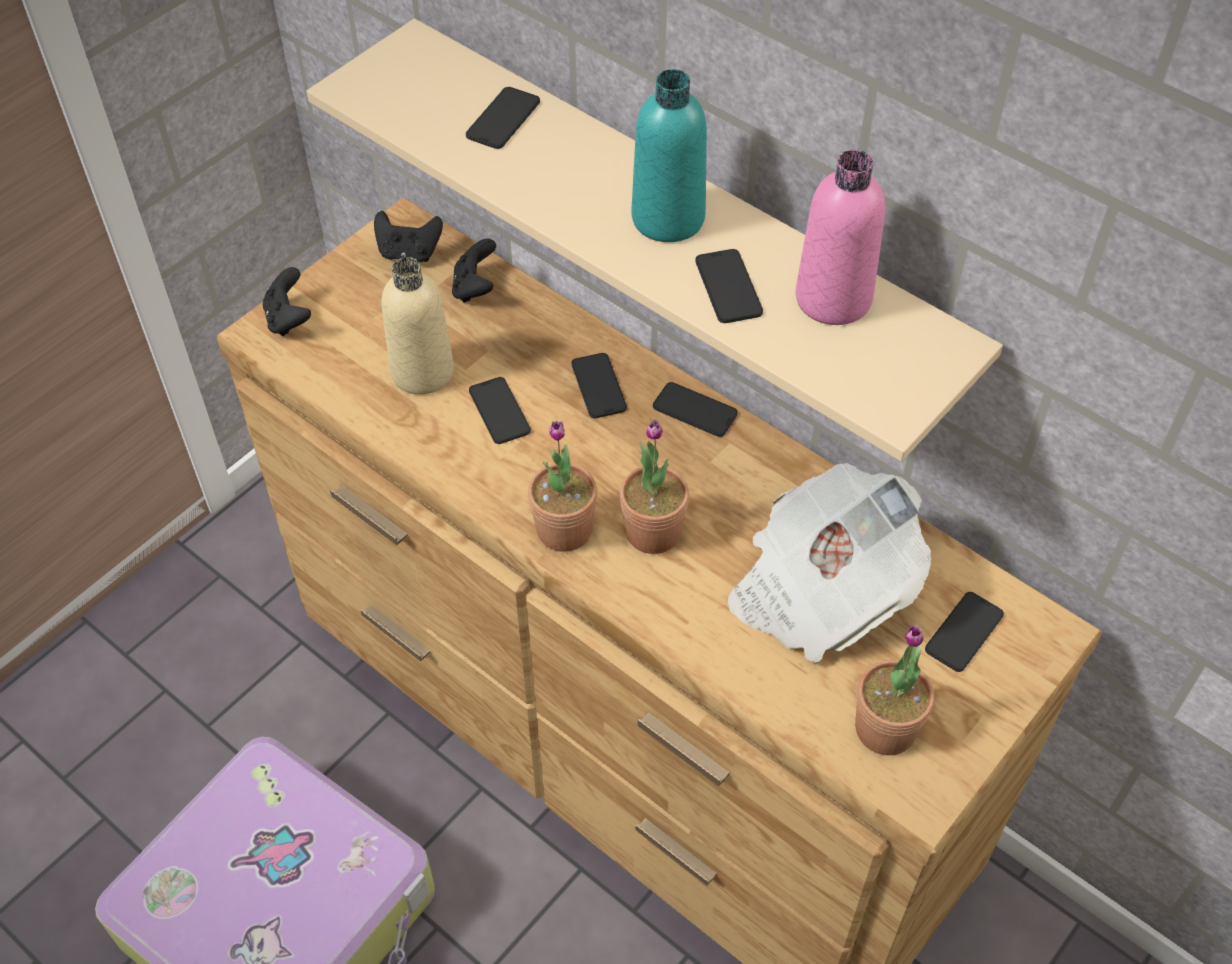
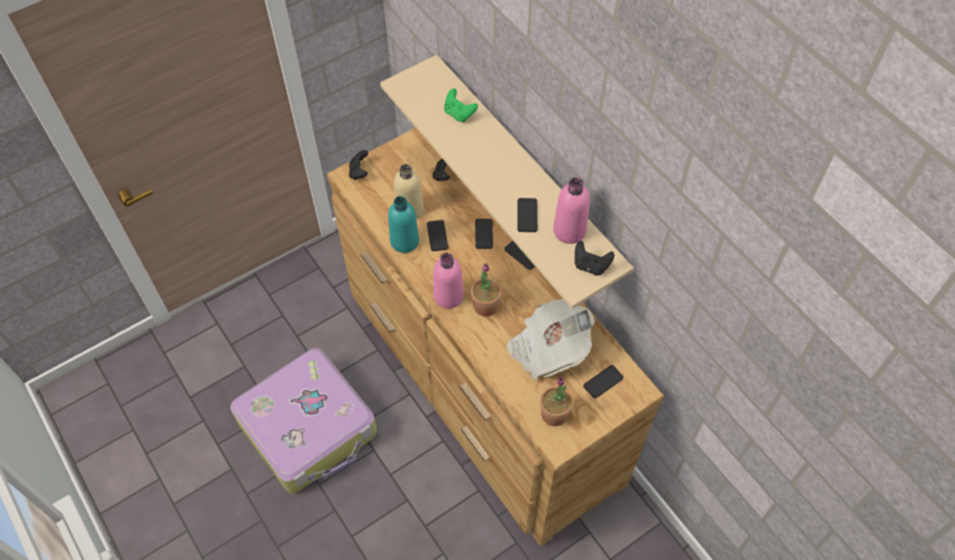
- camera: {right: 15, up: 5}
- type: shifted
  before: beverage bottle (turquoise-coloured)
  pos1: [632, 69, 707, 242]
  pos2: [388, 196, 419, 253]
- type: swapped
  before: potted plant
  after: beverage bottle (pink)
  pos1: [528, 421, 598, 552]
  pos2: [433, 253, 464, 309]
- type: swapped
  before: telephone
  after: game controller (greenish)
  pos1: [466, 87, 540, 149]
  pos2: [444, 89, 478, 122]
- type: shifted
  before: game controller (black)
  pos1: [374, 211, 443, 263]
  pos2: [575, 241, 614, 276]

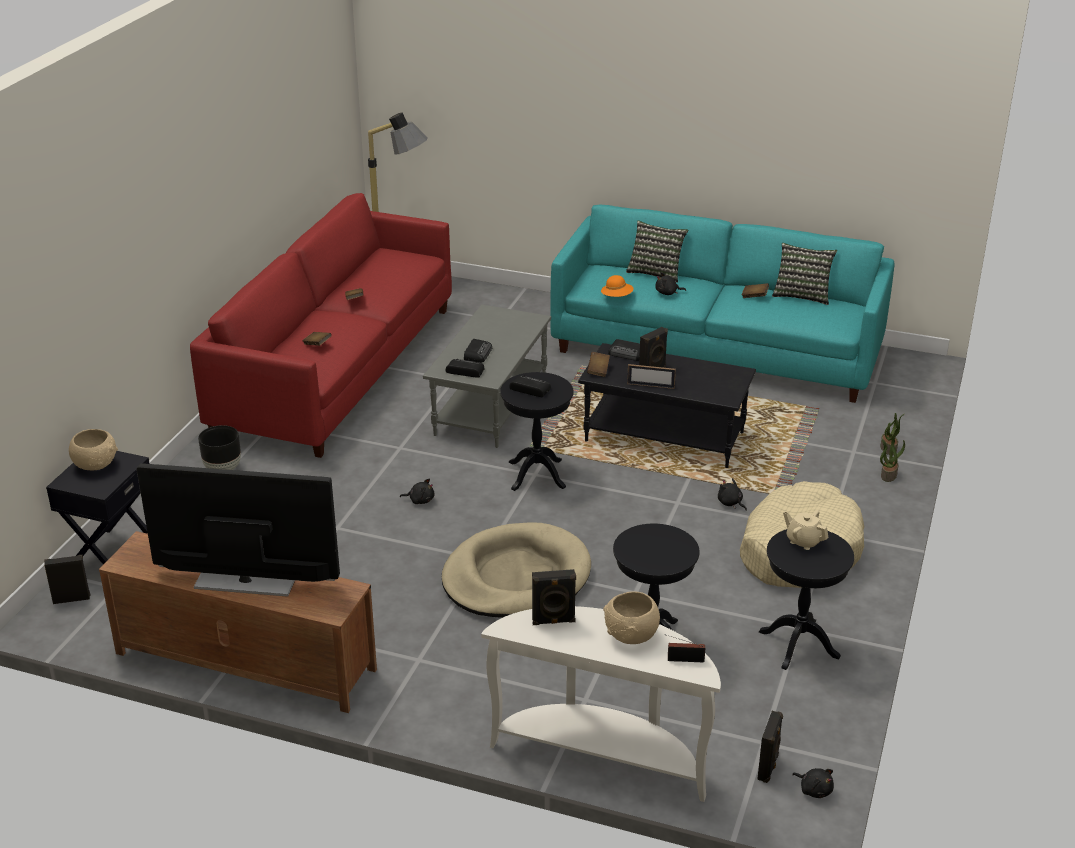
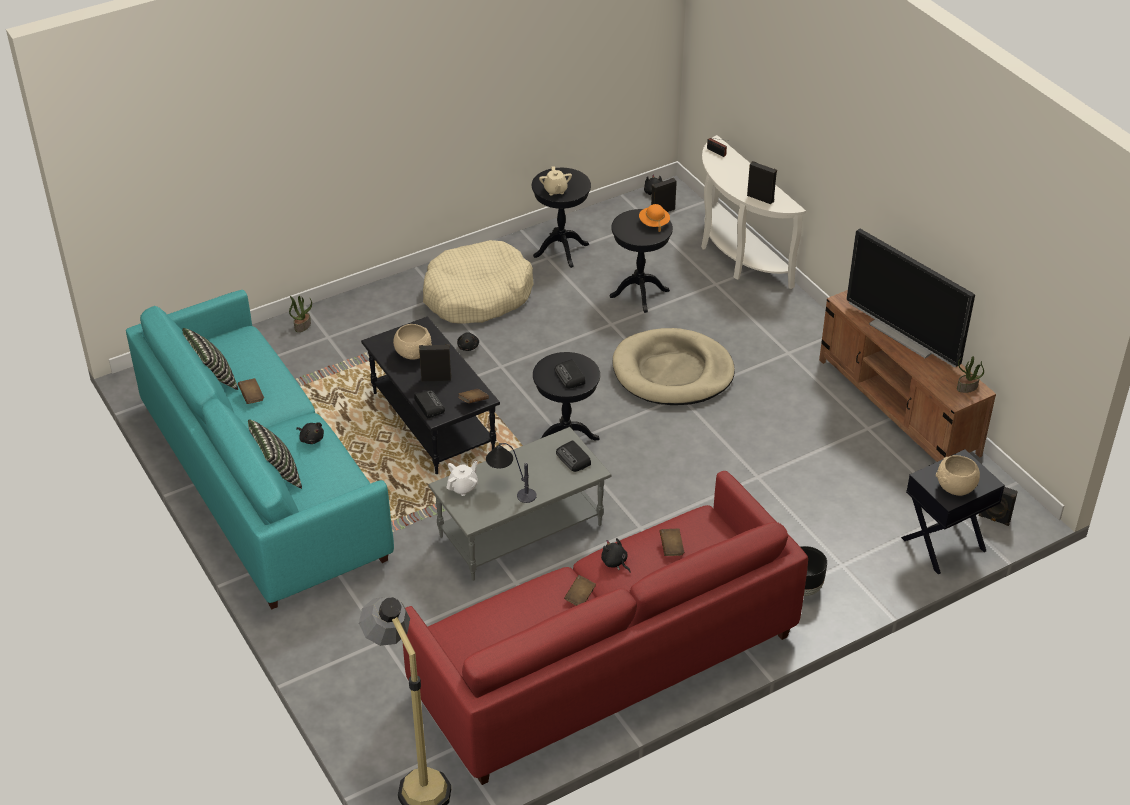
- camera: {right: -140, up: 10}
- type: shifted
  before: serving bowl (beige)
  pos1: [603, 591, 660, 644]
  pos2: [393, 324, 432, 360]
- type: new
  after: tea pot (whitish)
  pos2: [447, 461, 478, 496]
- type: new
  after: tabletop lamp
  pos2: [486, 443, 537, 503]
- type: shifted
  before: soft toy (black)
  pos1: [400, 479, 435, 504]
  pos2: [601, 538, 631, 573]
- type: shifted
  before: clothing hat (orange)
  pos1: [601, 275, 633, 297]
  pos2: [639, 204, 670, 232]
- type: shifted
  before: potted plant
  pos1: [880, 438, 905, 482]
  pos2: [957, 356, 984, 393]
- type: gone
  before: radio receiver
  pos1: [464, 339, 492, 363]
- type: gone
  before: standing frame
  pos1: [627, 364, 676, 389]

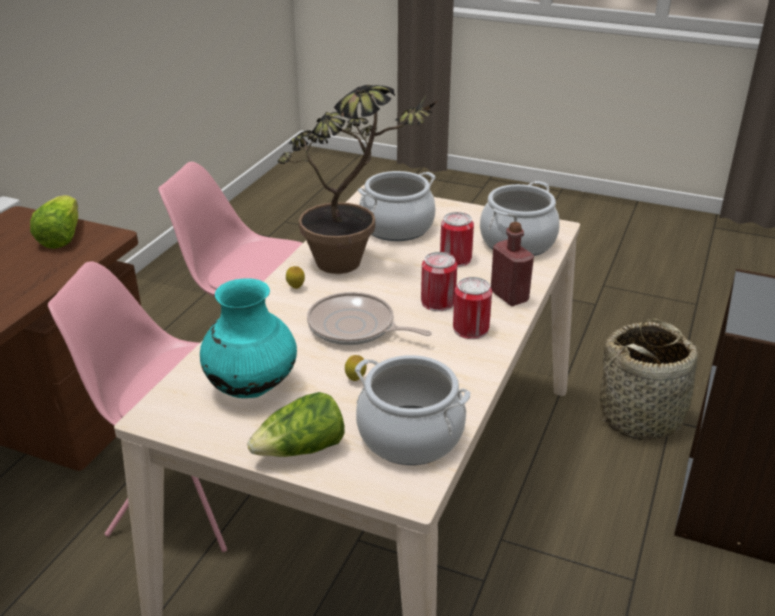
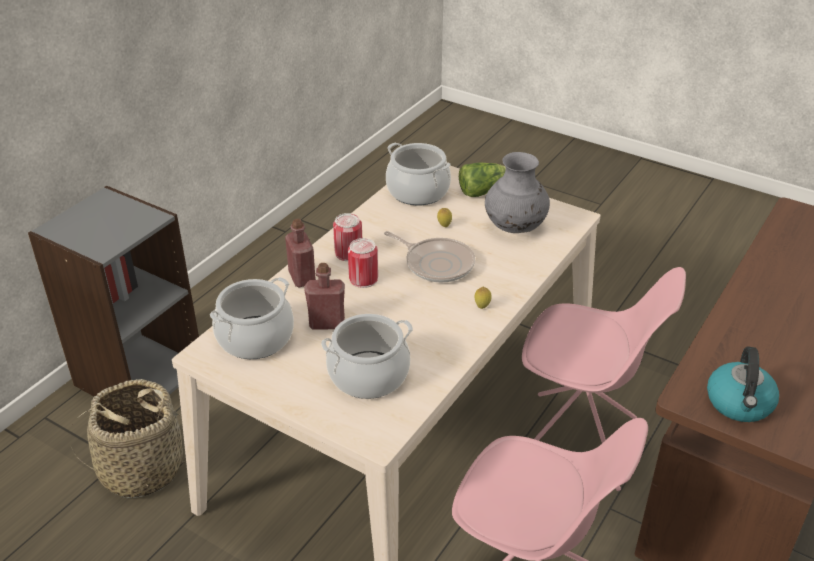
- camera: {right: -170, up: 5}
- type: swapped
  before: can
  after: beverage bottle (red-coloured)
  pos1: [440, 212, 474, 267]
  pos2: [304, 263, 345, 330]
- type: repainted
  before: flower vase (turquoise-coloured)
  after: flower vase (gray)
  pos1: [200, 279, 297, 398]
  pos2: [485, 152, 550, 233]
- type: swapped
  before: lettuce head
  after: water kettle
  pos1: [30, 195, 78, 249]
  pos2: [707, 346, 779, 422]
- type: gone
  before: potted plant
  pos1: [277, 85, 439, 274]

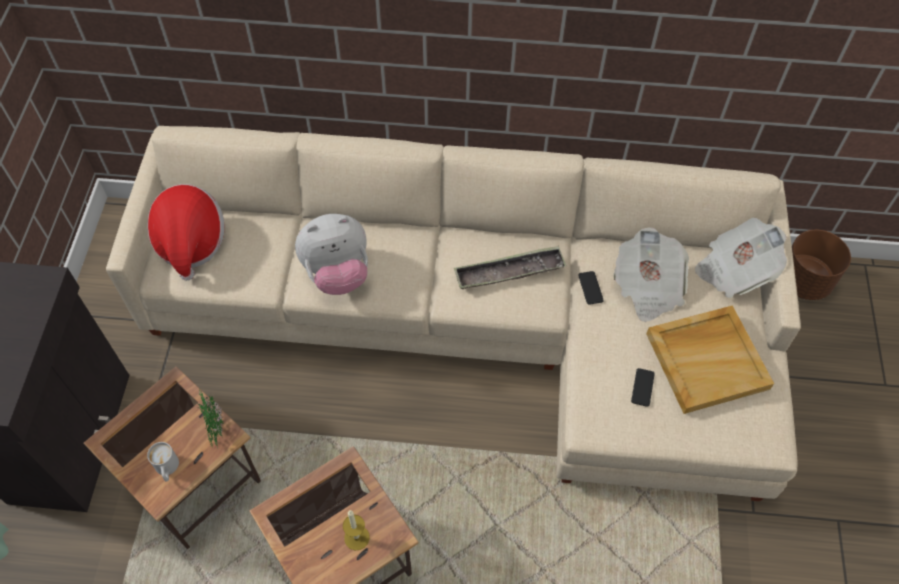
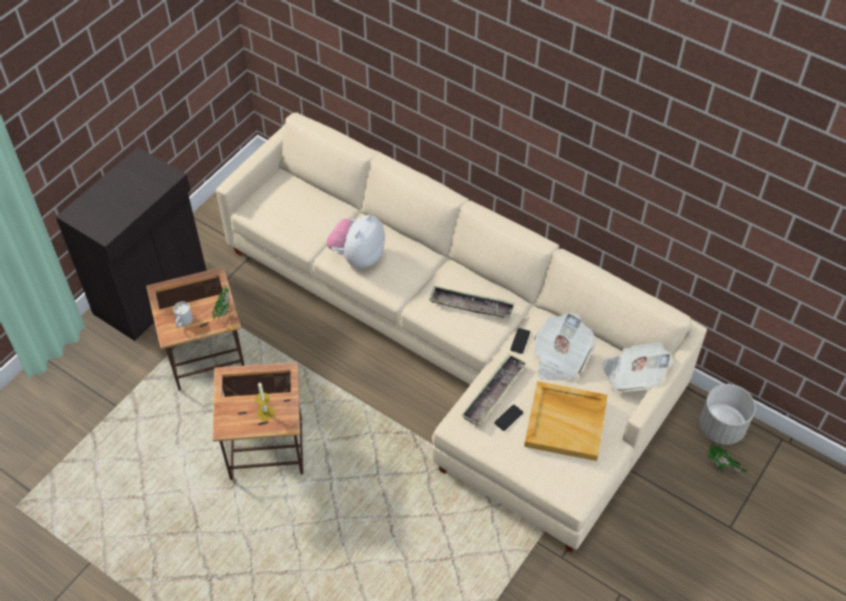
- camera: {right: 30, up: -5}
- type: rotated
  before: soft toy
  pos1: [295, 214, 368, 295]
  pos2: [327, 215, 385, 268]
  turn: 105
- type: new
  after: carrying tray
  pos2: [461, 354, 526, 426]
- type: repainted
  before: plant pot (brownish)
  after: plant pot (gray)
  pos1: [792, 230, 851, 300]
  pos2: [700, 384, 755, 444]
- type: new
  after: potted plant
  pos2: [707, 444, 748, 473]
- type: gone
  before: clothing hat
  pos1: [148, 184, 224, 281]

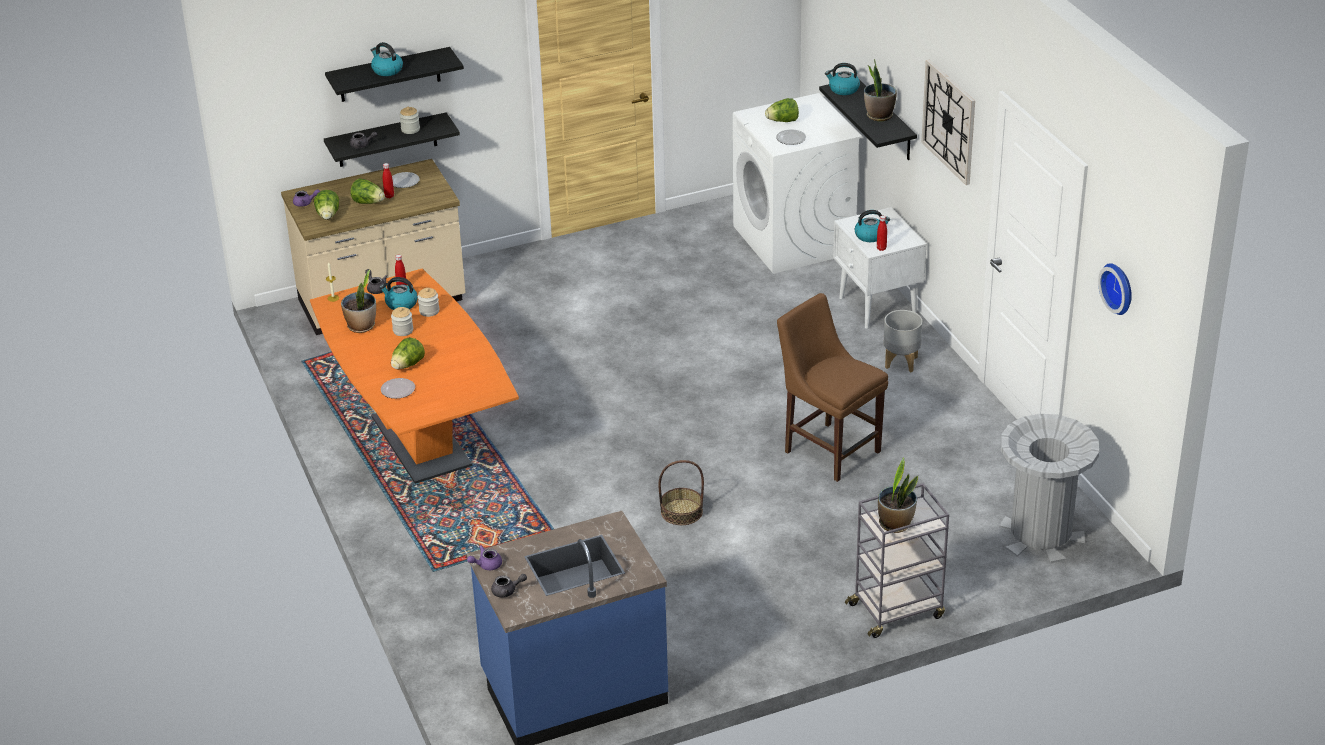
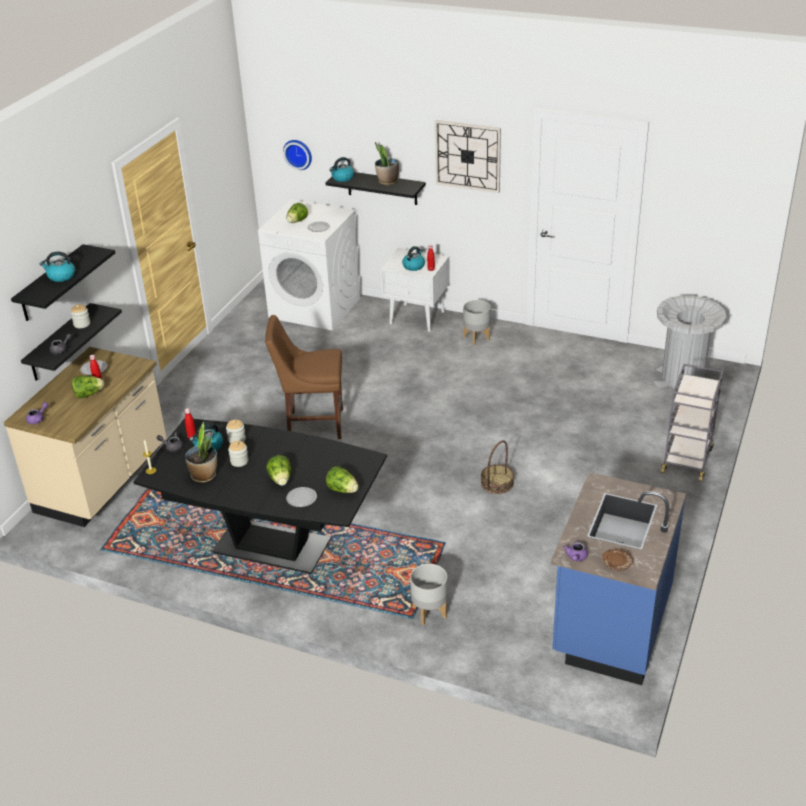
- camera: {right: -45, up: 0}
- type: repainted
  before: kitchen table (orange)
  after: kitchen table (black)
  pos1: [310, 268, 519, 484]
  pos2: [133, 418, 387, 574]
- type: shifted
  before: upright chair (brownish)
  pos1: [777, 293, 888, 482]
  pos2: [265, 315, 343, 439]
- type: shifted
  before: wall clock
  pos1: [1098, 263, 1132, 315]
  pos2: [283, 140, 312, 170]
- type: shifted
  before: lettuce head
  pos1: [314, 190, 339, 220]
  pos2: [326, 466, 359, 493]
- type: new
  after: plant pot (gray)
  pos2: [410, 564, 448, 625]
- type: swapped
  before: tea pot (gray)
  after: dinner plate (brownish)
  pos1: [491, 574, 527, 598]
  pos2: [602, 548, 633, 571]
- type: gone
  before: potted plant
  pos1: [878, 458, 918, 533]

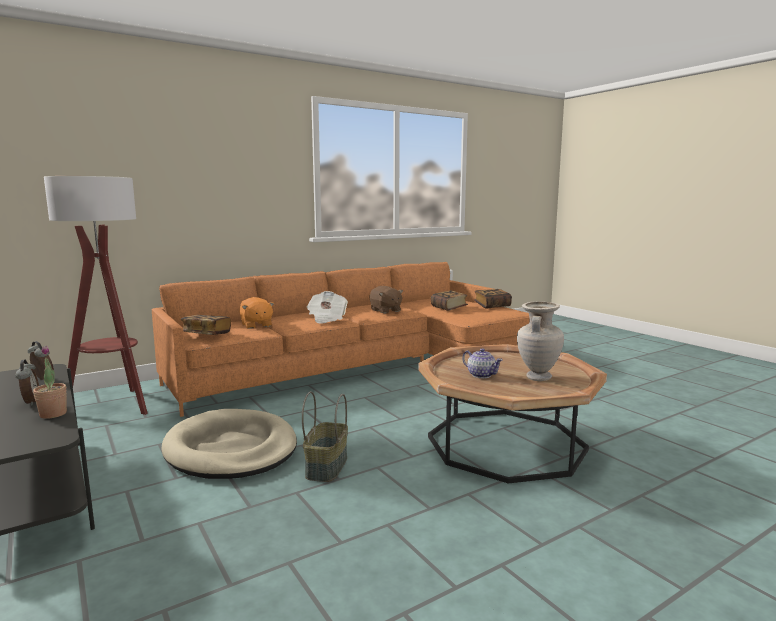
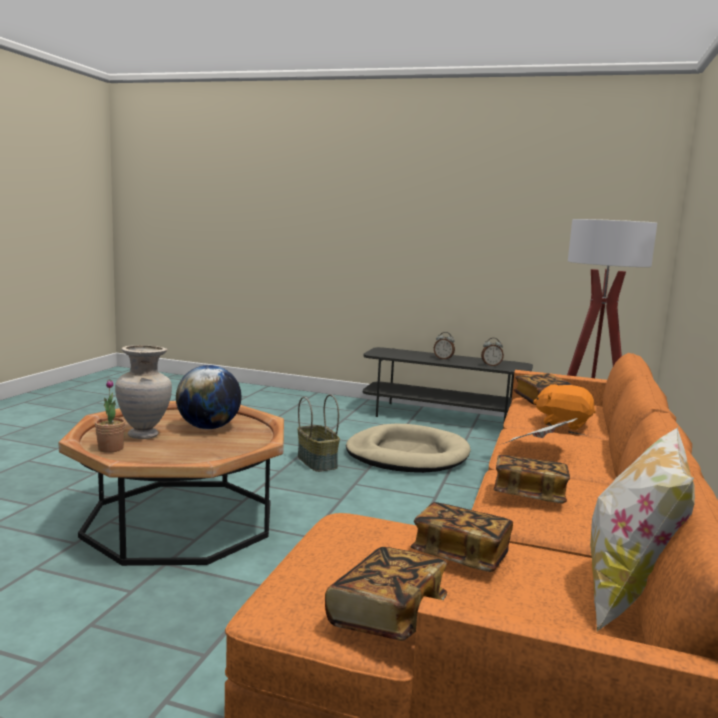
- camera: {right: 140, up: 0}
- type: shifted
  before: potted plant
  pos1: [33, 346, 67, 419]
  pos2: [95, 379, 125, 453]
- type: swapped
  before: tea pot
  after: globe
  pos1: [462, 348, 503, 378]
  pos2: [176, 365, 242, 429]
- type: swapped
  before: soft toy (brownish)
  after: book
  pos1: [370, 286, 403, 314]
  pos2: [494, 455, 570, 503]
- type: new
  after: cushion
  pos2: [590, 427, 695, 631]

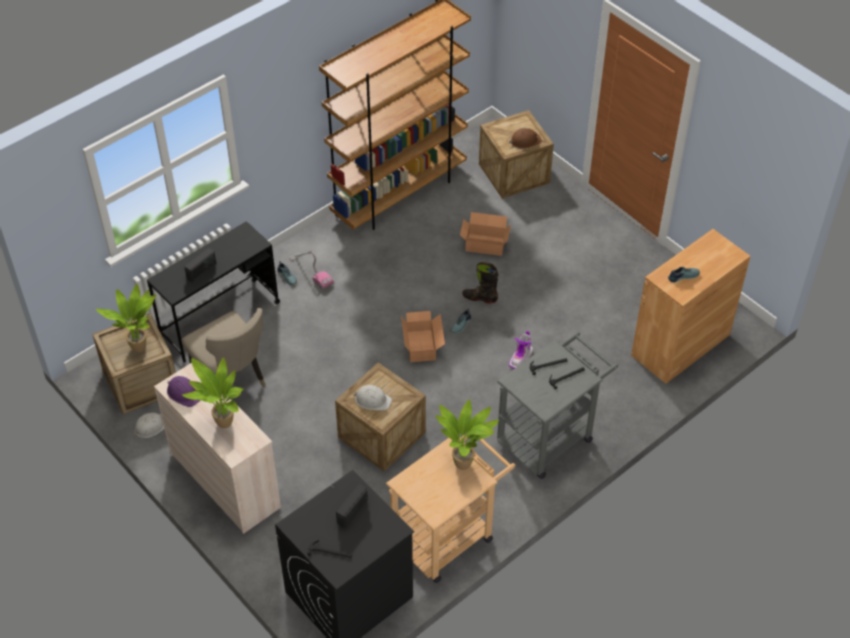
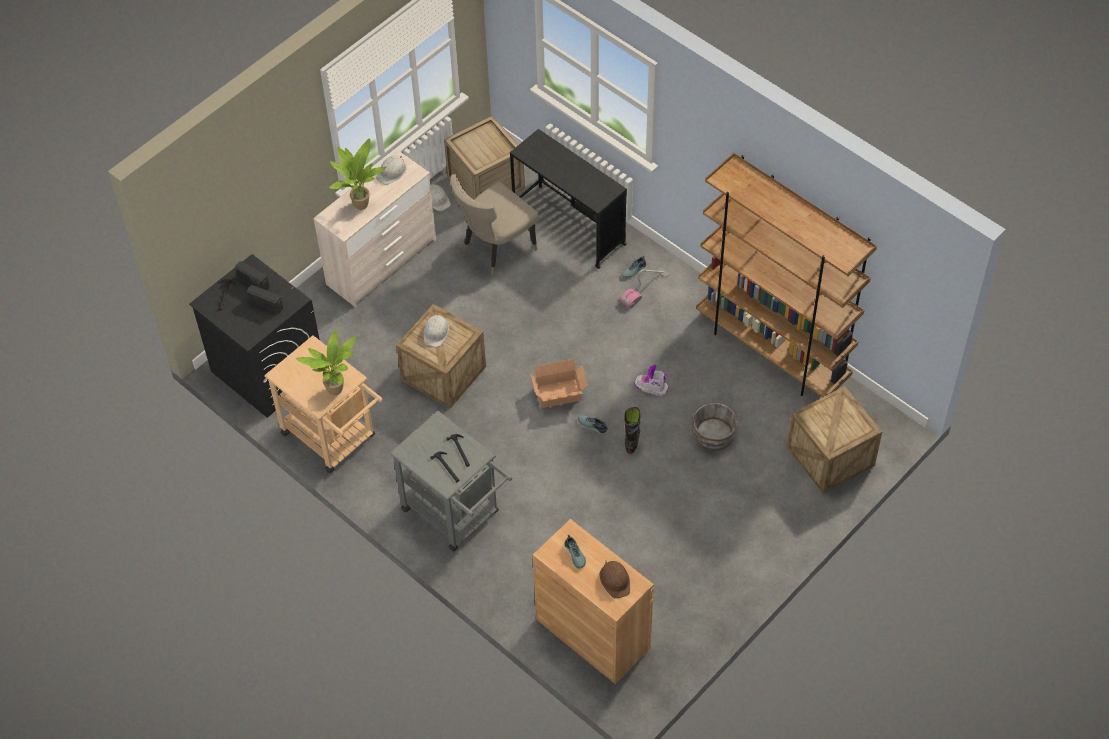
- camera: {right: 85, up: 5}
- type: shifted
  before: radio receiver
  pos1: [184, 248, 216, 282]
  pos2: [235, 261, 269, 290]
- type: repainted
  before: hard hat (purple-coloured)
  after: hard hat (whitish)
  pos1: [167, 376, 200, 407]
  pos2: [376, 155, 407, 185]
- type: shifted
  before: hard hat (brownish)
  pos1: [509, 128, 542, 149]
  pos2: [600, 560, 630, 599]
- type: shifted
  before: tall boot
  pos1: [509, 331, 533, 369]
  pos2: [634, 364, 668, 396]
- type: swapped
  before: packing box
  after: pail (gray)
  pos1: [460, 212, 511, 256]
  pos2: [691, 402, 738, 451]
- type: gone
  before: potted plant
  pos1: [96, 284, 156, 352]

